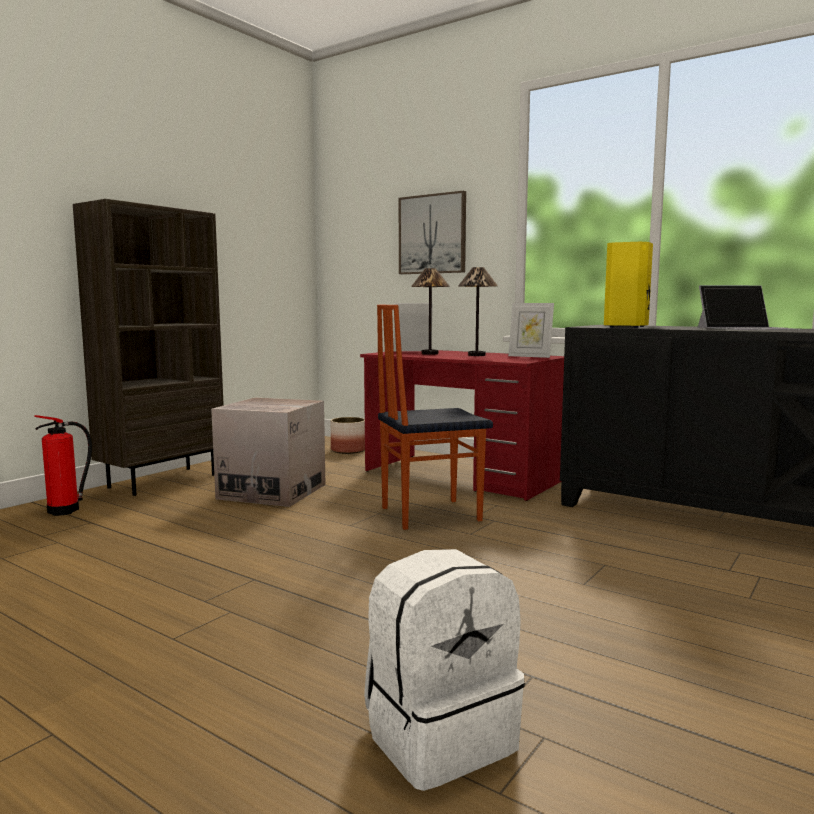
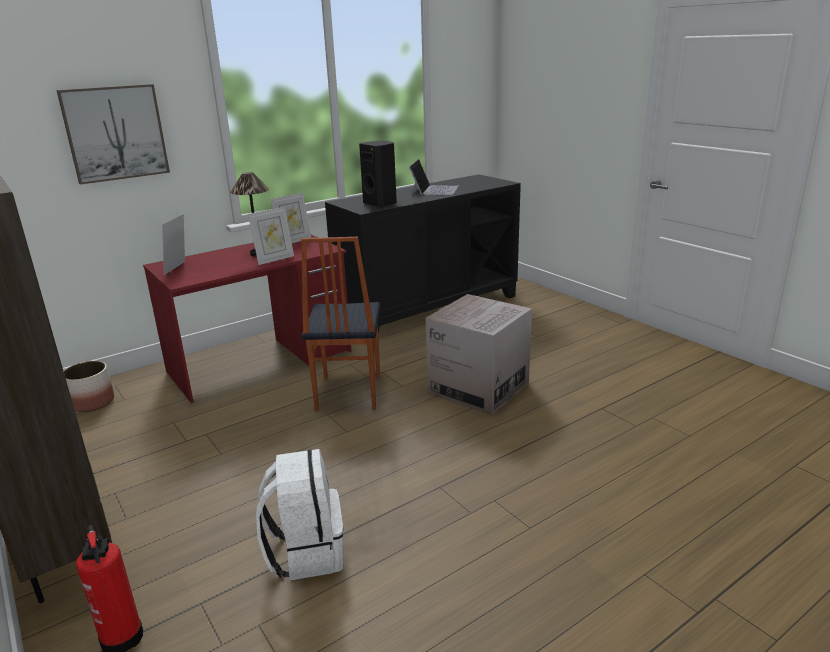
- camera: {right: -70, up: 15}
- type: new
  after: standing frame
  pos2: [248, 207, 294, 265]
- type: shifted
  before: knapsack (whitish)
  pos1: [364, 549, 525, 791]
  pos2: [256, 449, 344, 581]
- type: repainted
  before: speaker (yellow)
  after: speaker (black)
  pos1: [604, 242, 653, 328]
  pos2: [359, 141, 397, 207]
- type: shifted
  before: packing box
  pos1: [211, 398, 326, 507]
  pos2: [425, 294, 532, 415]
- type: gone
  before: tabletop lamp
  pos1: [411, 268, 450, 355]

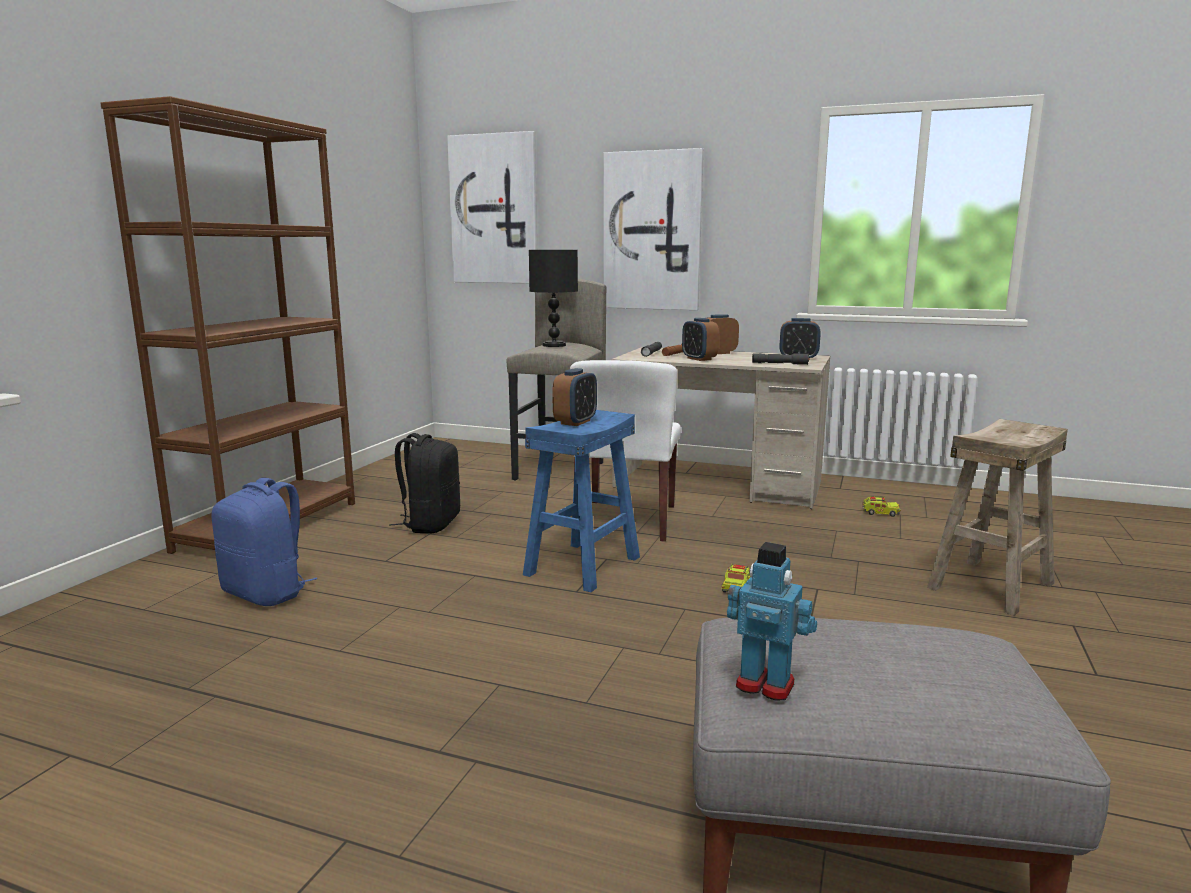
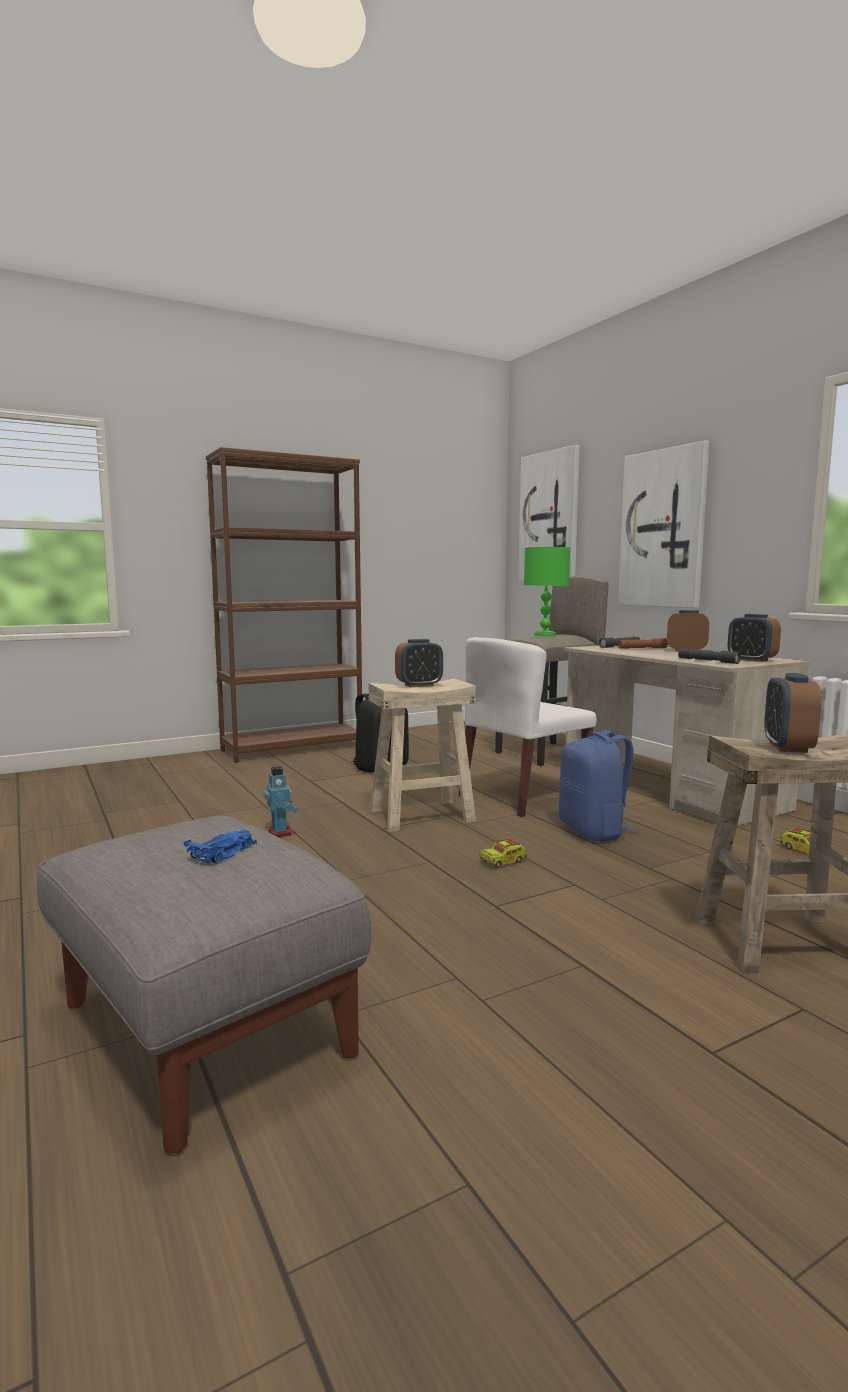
- camera: {right: 40, up: -5}
- type: new
  after: toy car (blue)
  pos2: [184, 829, 257, 864]
- type: shifted
  before: robot figure
  pos1: [727, 542, 817, 701]
  pos2: [263, 766, 298, 837]
- type: repainted
  before: sitting stool (blue)
  after: sitting stool (beige)
  pos1: [523, 410, 640, 592]
  pos2: [368, 679, 476, 832]
- type: repainted
  before: tabletop lamp (black)
  after: tabletop lamp (greenish)
  pos1: [529, 250, 578, 347]
  pos2: [524, 547, 570, 636]
- type: shifted
  before: knapsack (blue)
  pos1: [211, 478, 318, 606]
  pos2: [559, 730, 639, 841]
- type: shifted
  before: table clock
  pos1: [682, 318, 719, 361]
  pos2: [764, 673, 822, 753]

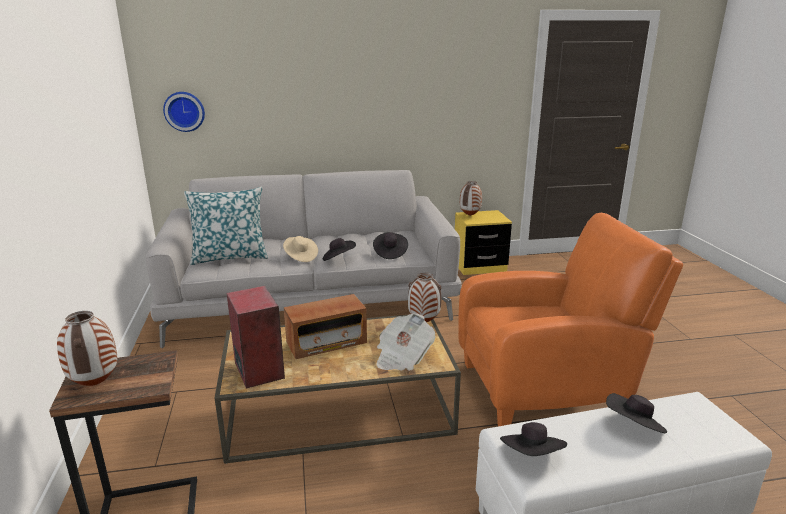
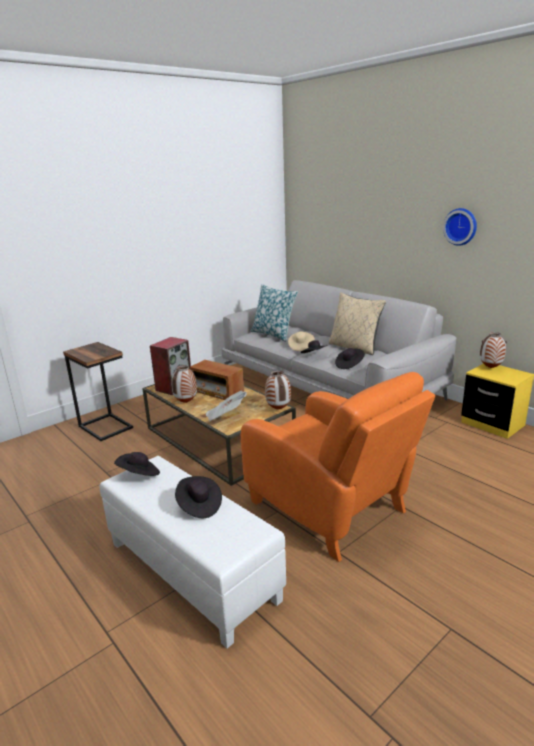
- camera: {right: 60, up: 0}
- type: shifted
  before: flower vase
  pos1: [57, 311, 117, 386]
  pos2: [171, 365, 197, 403]
- type: new
  after: cushion (beige)
  pos2: [329, 292, 386, 355]
- type: shifted
  before: wall clock
  pos1: [163, 92, 205, 132]
  pos2: [443, 208, 477, 246]

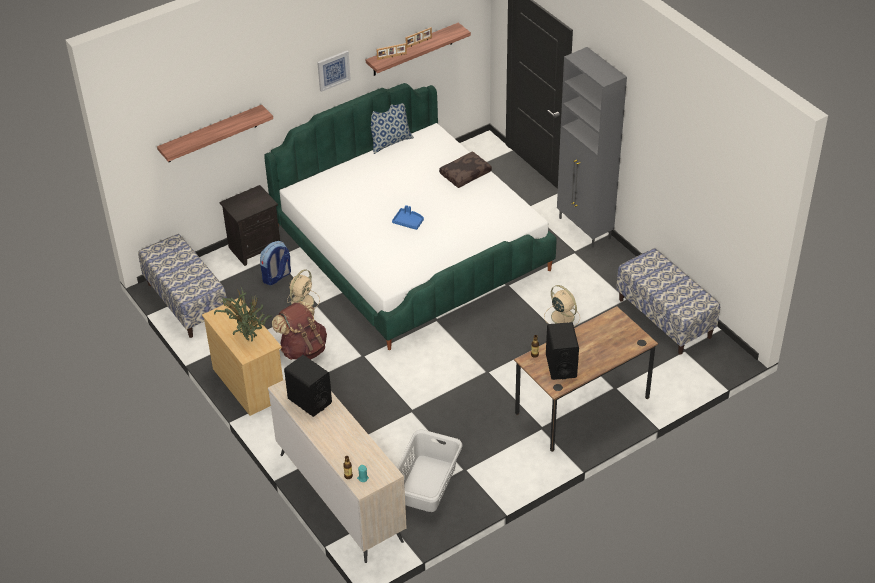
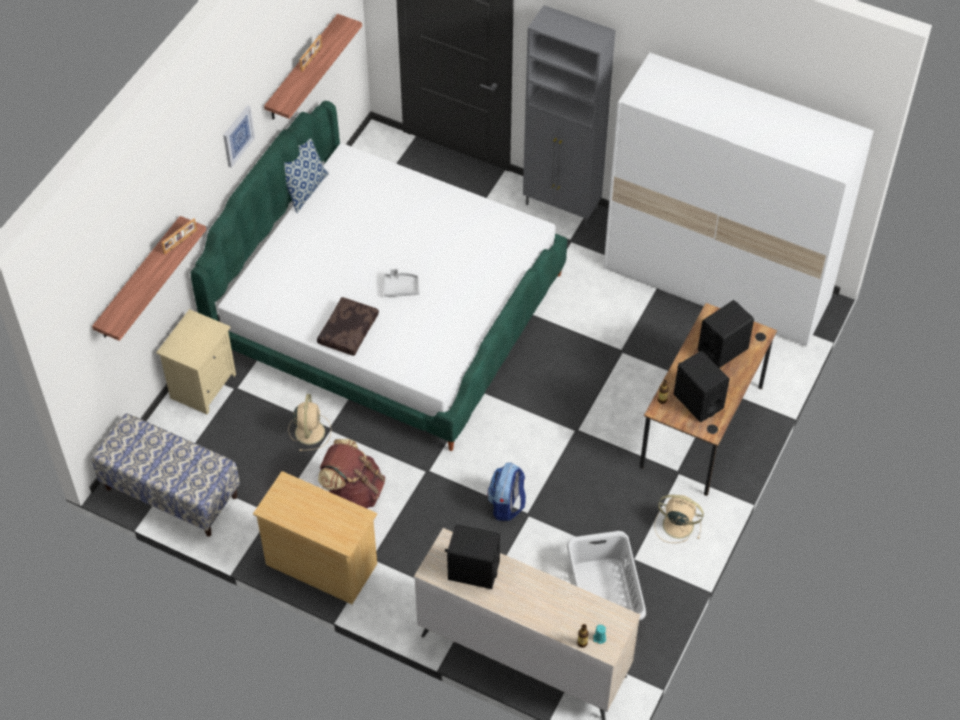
- camera: {right: -30, up: 10}
- type: repainted
  before: bedside table (black)
  after: bedside table (beige)
  pos1: [219, 185, 280, 266]
  pos2: [156, 309, 236, 414]
- type: shifted
  before: standing frame
  pos1: [376, 43, 407, 60]
  pos2: [161, 218, 197, 254]
- type: shifted
  before: cushion (brownish)
  pos1: [439, 151, 492, 188]
  pos2: [317, 297, 379, 356]
- type: repainted
  before: carrying tray (blue)
  after: carrying tray (gray)
  pos1: [392, 205, 424, 230]
  pos2: [383, 269, 420, 297]
- type: shifted
  before: knapsack
  pos1: [260, 241, 291, 285]
  pos2: [487, 462, 526, 521]
- type: swapped
  before: bench
  after: clothes cupboard (whitish)
  pos1: [616, 248, 720, 355]
  pos2: [603, 53, 874, 347]
- type: shifted
  before: cooling fan (beige)
  pos1: [544, 285, 580, 326]
  pos2: [655, 495, 704, 543]
- type: new
  after: speaker (black)
  pos2: [698, 300, 754, 368]
- type: gone
  before: potted plant
  pos1: [214, 287, 272, 342]

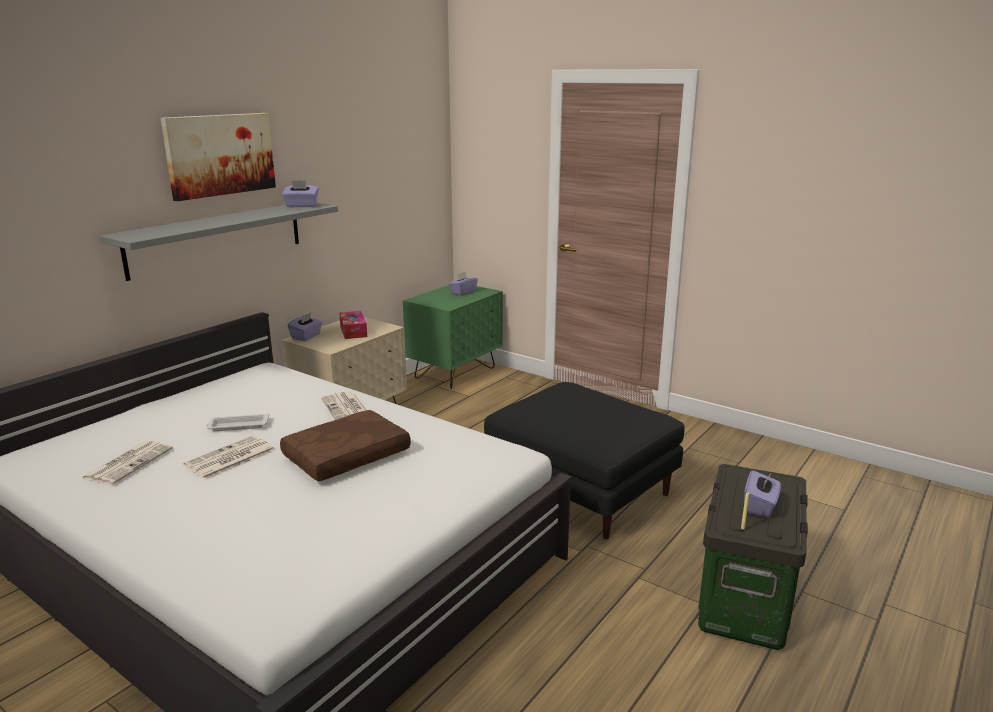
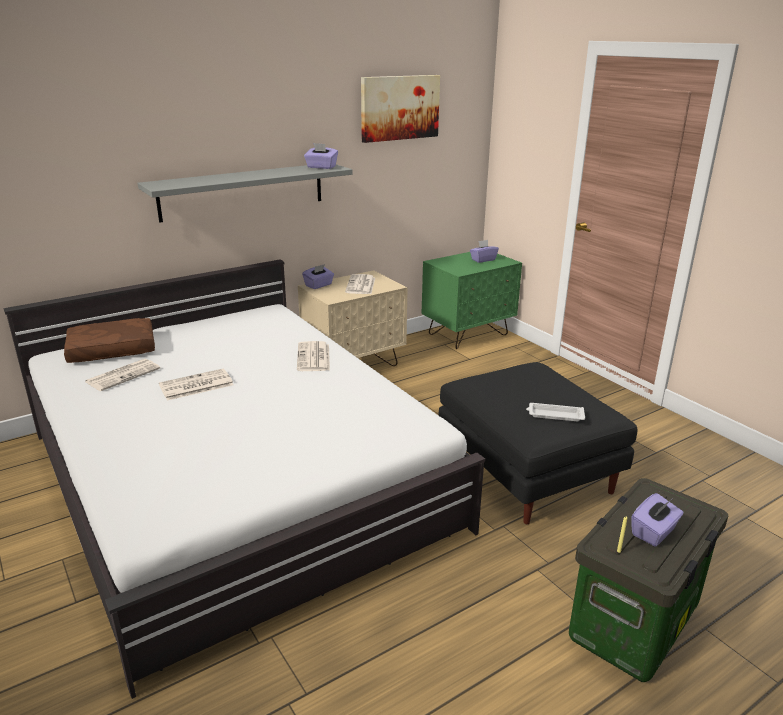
- camera: {right: 20, up: 5}
- type: shifted
  before: cushion (brownish)
  pos1: [280, 410, 411, 481]
  pos2: [64, 318, 155, 363]
- type: swapped
  before: box of tissues
  after: daily paper
  pos1: [339, 311, 367, 339]
  pos2: [345, 274, 375, 294]
- type: shifted
  before: wall picture
  pos1: [161, 113, 276, 201]
  pos2: [361, 75, 440, 143]
- type: shifted
  before: carrying tray (whitish)
  pos1: [206, 413, 269, 431]
  pos2: [526, 403, 585, 421]

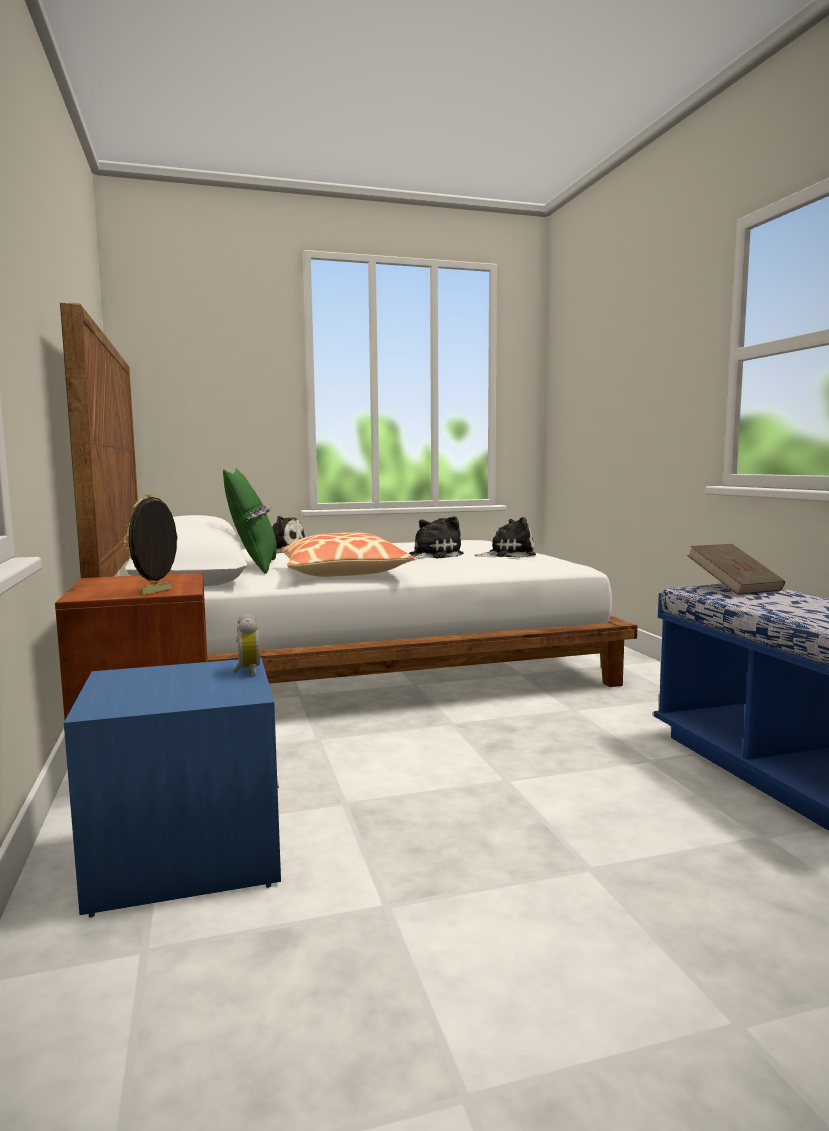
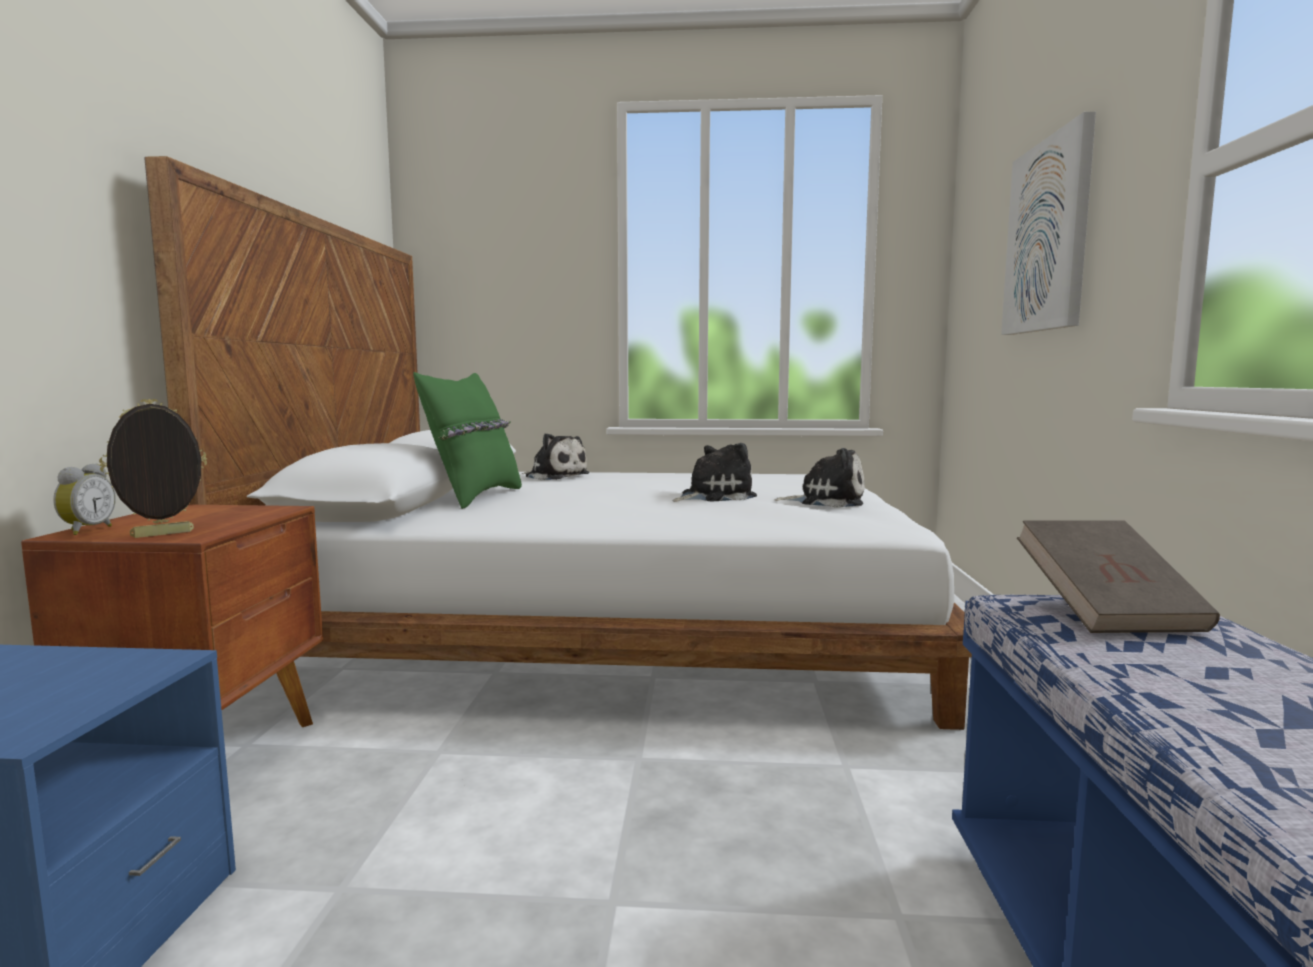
- camera: {right: 20, up: 0}
- type: shifted
  before: table clock
  pos1: [233, 613, 260, 676]
  pos2: [53, 463, 116, 535]
- type: new
  after: wall picture
  pos2: [1001, 112, 1096, 335]
- type: gone
  before: cushion
  pos1: [281, 532, 414, 577]

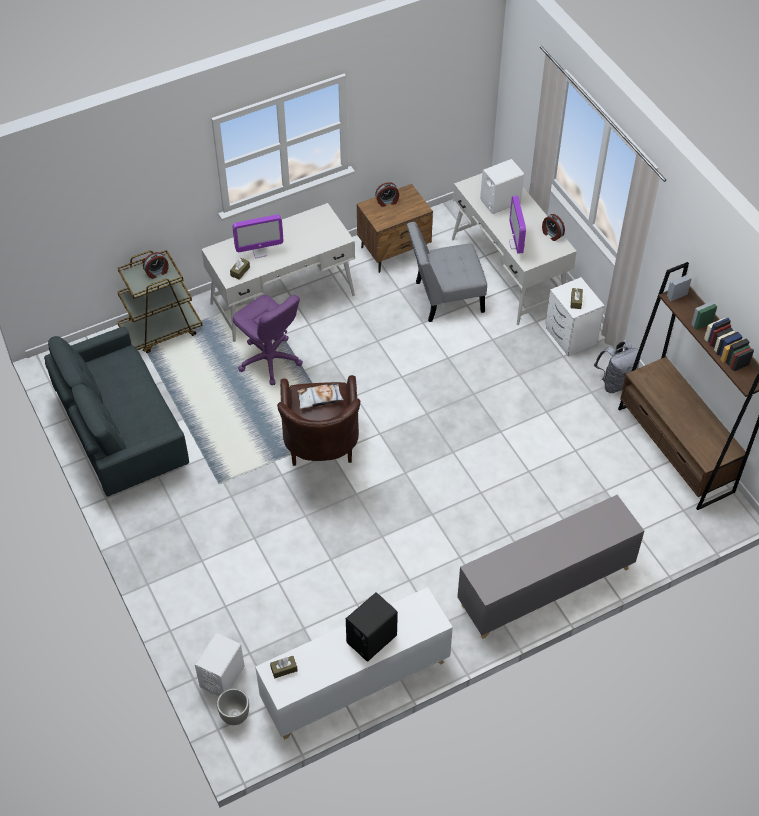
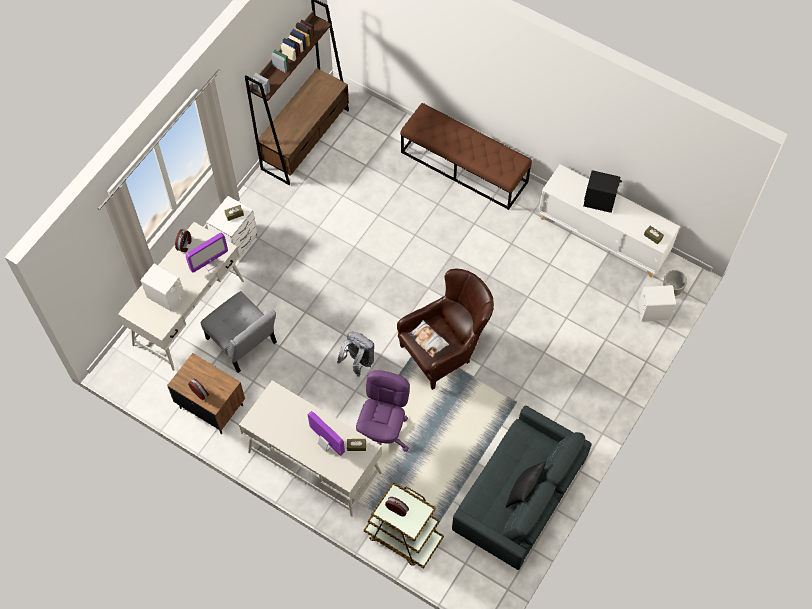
- camera: {right: -120, up: 10}
- type: shifted
  before: knapsack (gray)
  pos1: [594, 341, 640, 393]
  pos2: [337, 332, 374, 377]
- type: swapped
  before: storage cabinet (gray)
  after: bench (brownish)
  pos1: [457, 495, 644, 639]
  pos2: [400, 103, 532, 210]
- type: new
  after: cushion (black)
  pos2: [506, 461, 546, 508]

